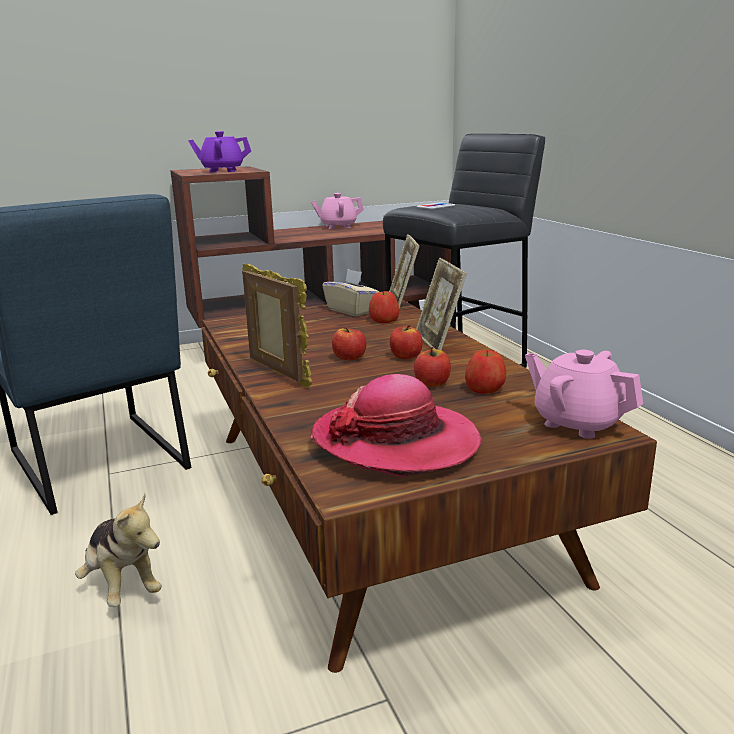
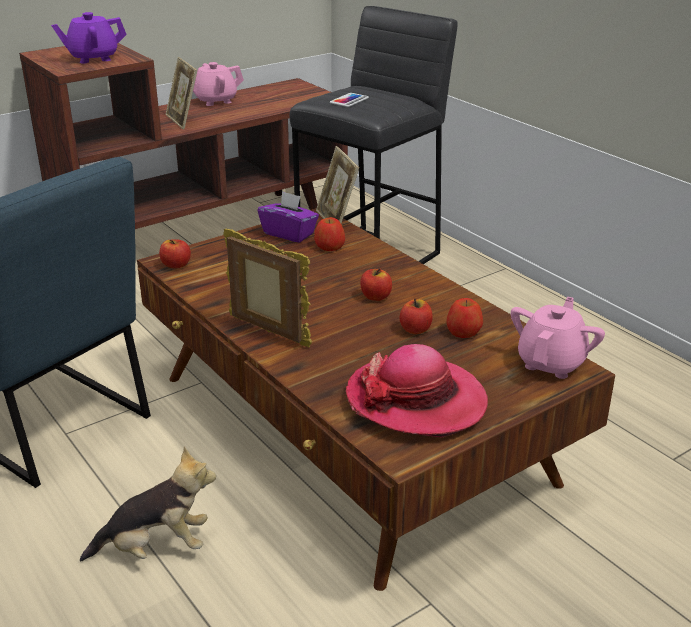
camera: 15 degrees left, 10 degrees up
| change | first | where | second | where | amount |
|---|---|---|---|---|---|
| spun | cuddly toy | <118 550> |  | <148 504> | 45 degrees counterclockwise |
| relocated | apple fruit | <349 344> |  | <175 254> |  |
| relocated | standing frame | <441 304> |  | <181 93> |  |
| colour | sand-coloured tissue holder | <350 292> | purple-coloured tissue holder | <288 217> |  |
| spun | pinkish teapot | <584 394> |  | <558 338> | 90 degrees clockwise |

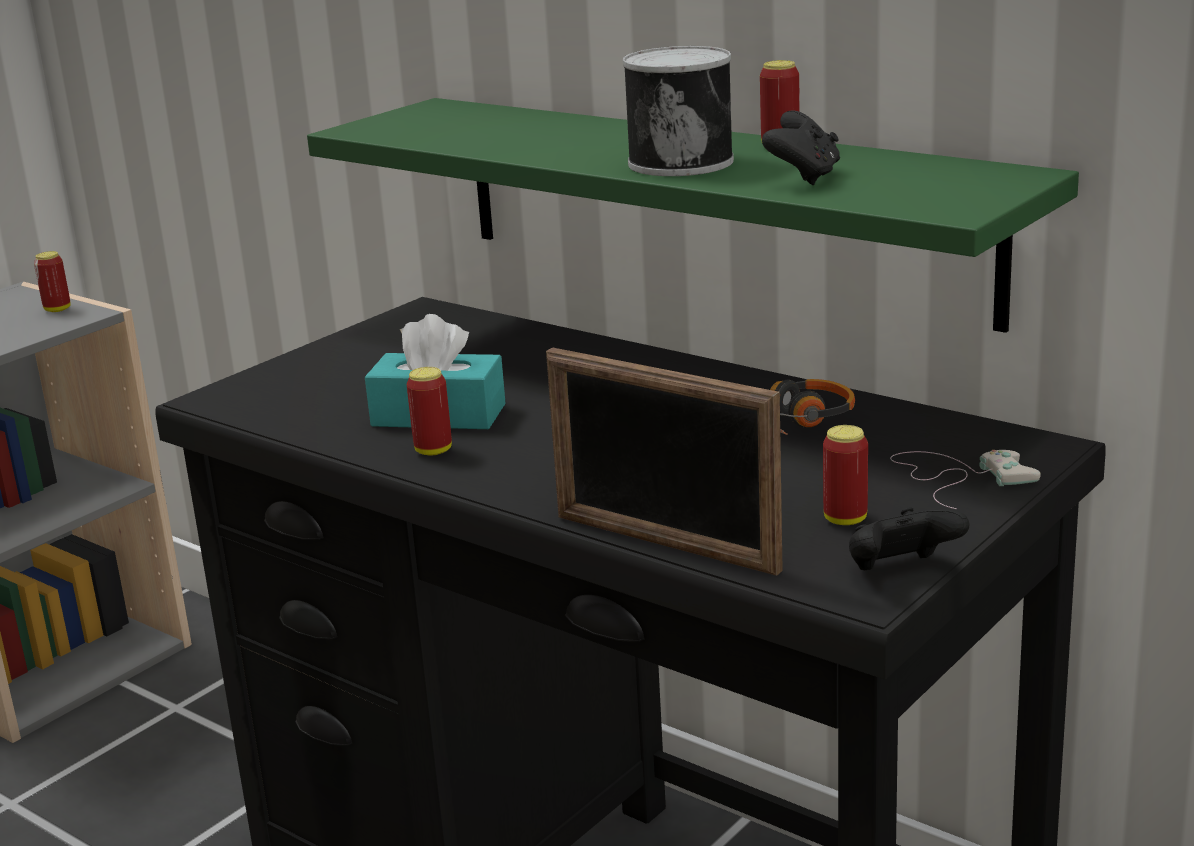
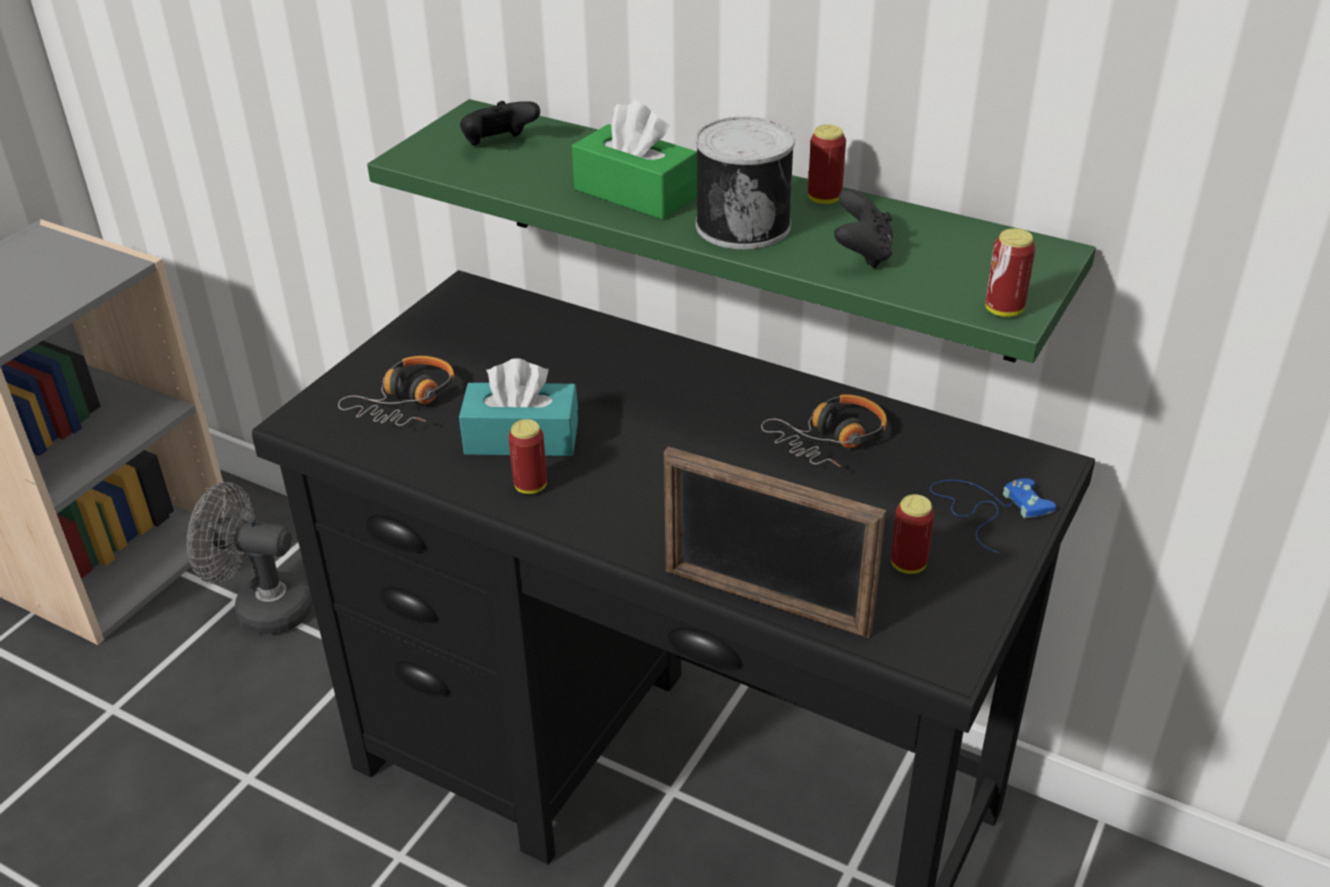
camera: 10 degrees left, 15 degrees up
| change | first | where | second | where | amount |
|---|---|---|---|---|---|
| appeared |  |  | grey cooling fan | <250 558> |  |
| appeared |  |  | headset | <396 391> |  |
| relocated | black gamepad | <909 538> |  | <500 123> |  |
| appeared |  |  | green-coloured tissue holder | <634 160> |  |
| colour | whitish gamepad | <965 479> | bluish gamepad | <993 515> |  |
| relocated | metal can | <52 281> |  | <1010 272> |  |

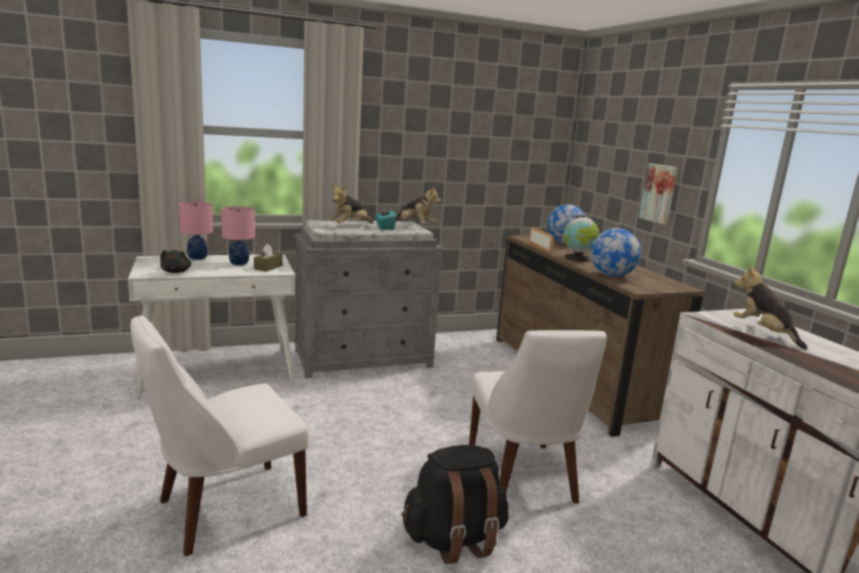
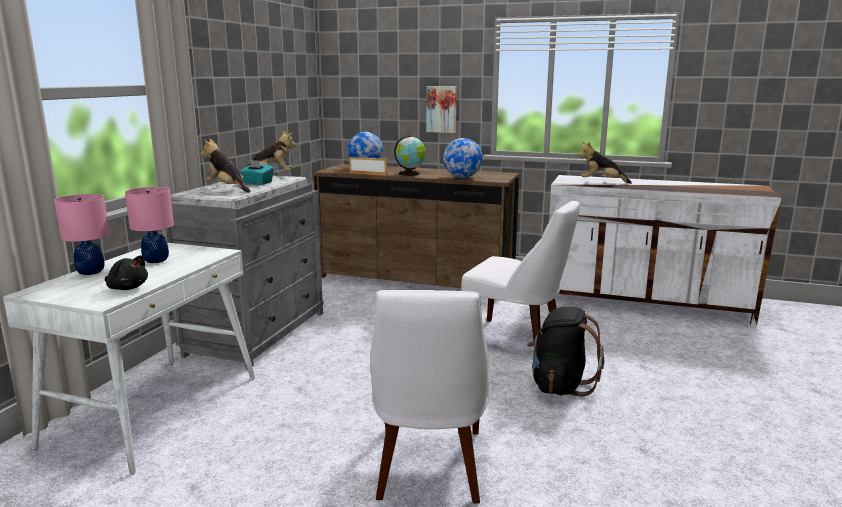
camera: 50 degrees left, 0 degrees up
| change | first | where | second | where | amount |
|---|---|---|---|---|---|
| spun | cuddly toy | <351 204> |  | <226 166> | 135 degrees clockwise |
| missing | brownish tissue holder | <268 258> |  |  |  |

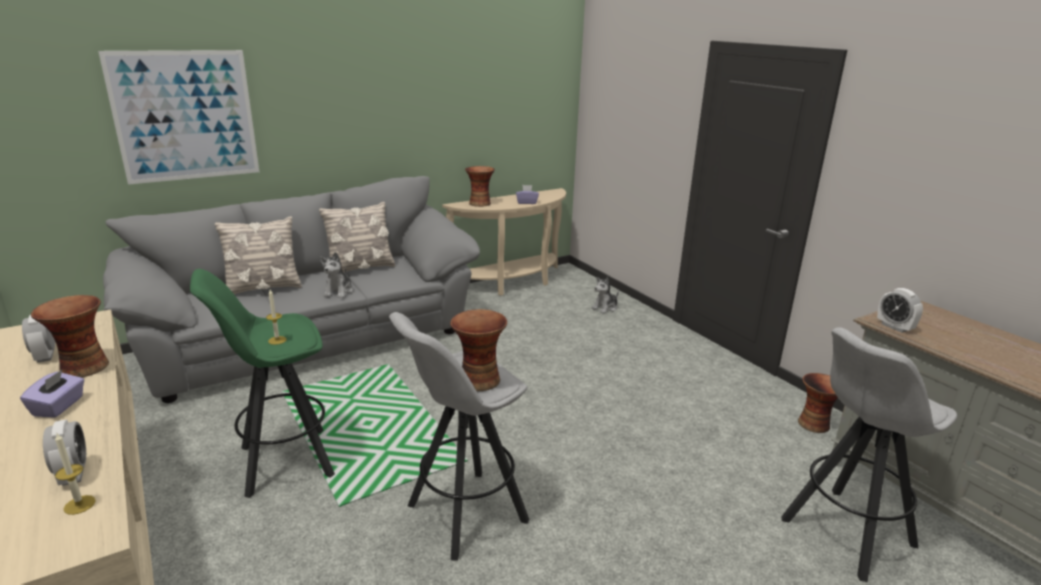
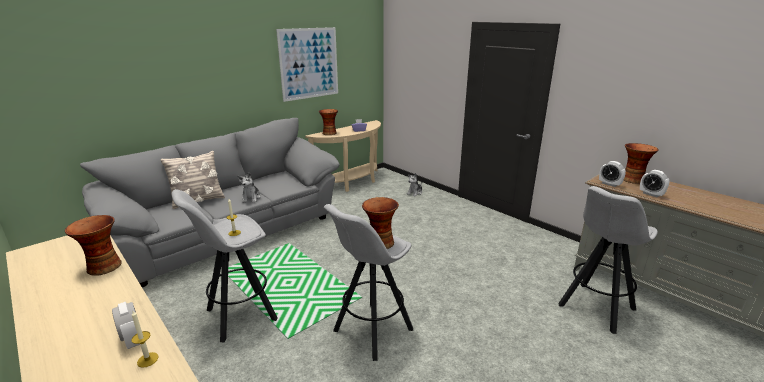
camera: 10 degrees left, 0 degrees up
| change | first | where | second | where | amount |
|---|---|---|---|---|---|
| colour | green-coloured sitting stool | <262 383> | grey sitting stool | <225 265> |  |
| relocated | picture | <178 117> |  | <307 64> |  |
| relocated | vase | <818 403> |  | <641 163> |  |
| relocated | alarm clock | <38 339> |  | <655 183> |  |
| missing | purple-coloured tissue holder | <52 394> |  |  |  |
| missing | sand-coloured cushion | <357 237> |  |  |  |

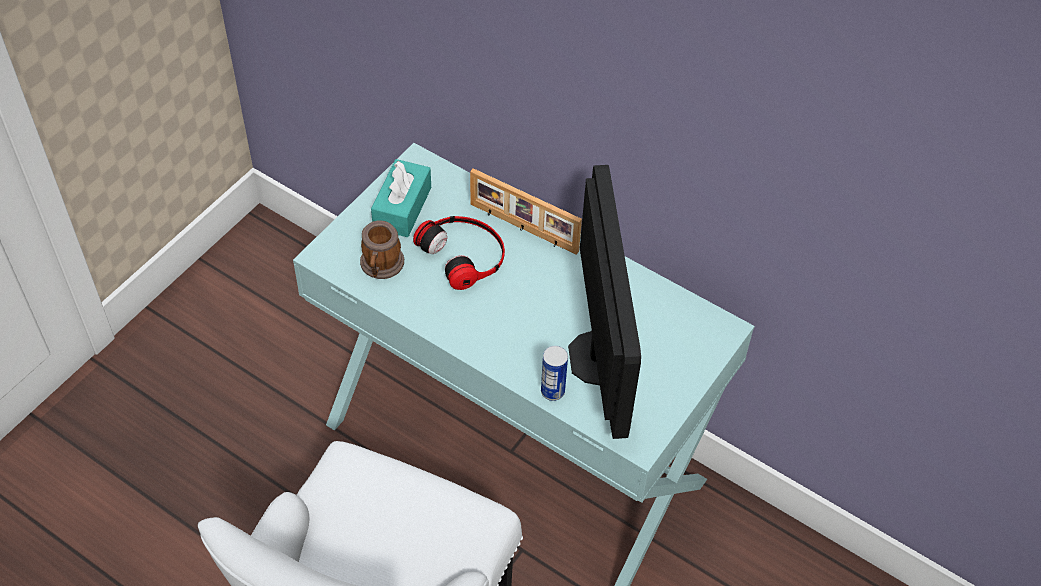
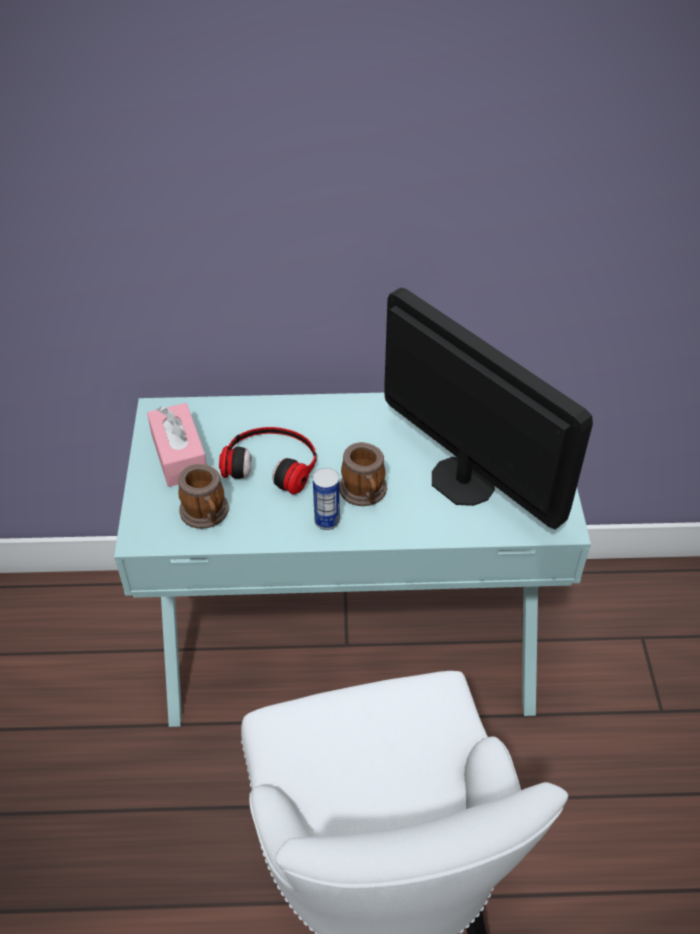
camera: 35 degrees left, 5 degrees down
| change | first | where | second | where | amount |
|---|---|---|---|---|---|
| colour | blue-green tissue holder | <401 198> | pinkish tissue holder | <177 445> |  |
| relocated | metal can | <554 373> |  | <326 499> |  |
| appeared |  |  | mug | <363 474> |  |
| missing | standing frame | <526 211> |  |  |  |

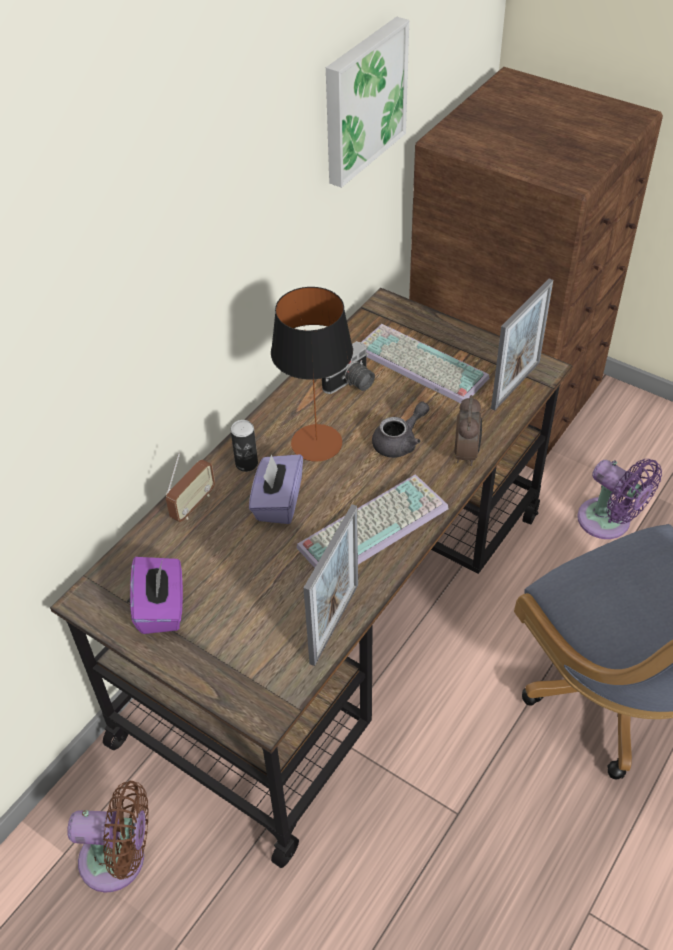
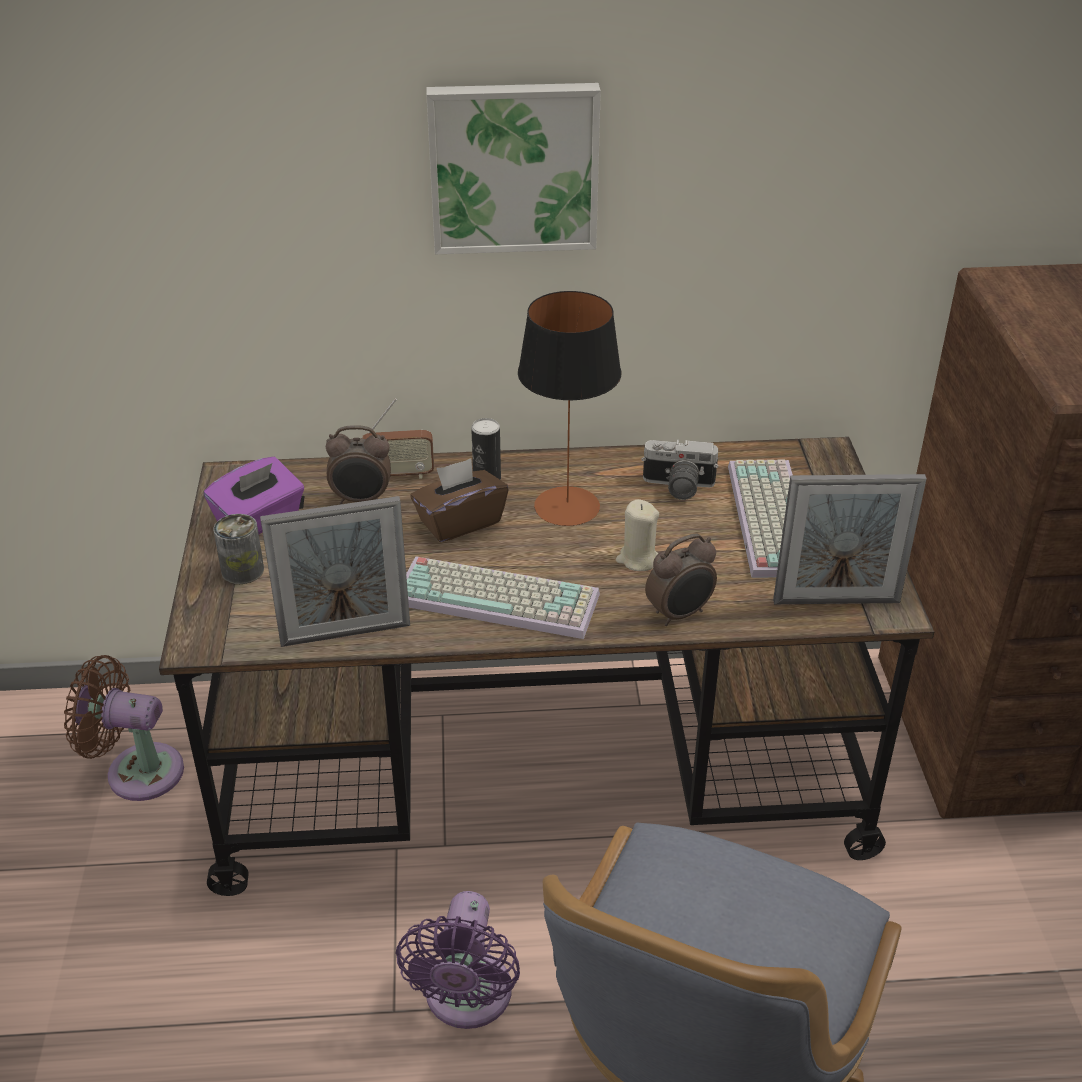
camera: 50 degrees right, 10 degrees down
| change | first | where | second | where | amount |
|---|---|---|---|---|---|
| spun | brownish cooling fan | <108 837> |  | <124 728> | 135 degrees clockwise |
| appeared |  |  | metal can | <238 549> |  |
| appeared |  |  | alarm clock | <358 464> |  |
| relocated | purple-coloured cooling fan | <619 499> |  | <457 960> |  |
| colour | purple-coloured tissue holder | <276 489> | brownish tissue holder | <459 500> |  |
| relocated | picture | <367 102> |  | <513 168> |  |
| exchanged | grey teapot | <400 430> | sand-coloured wax light | <637 535> |  |

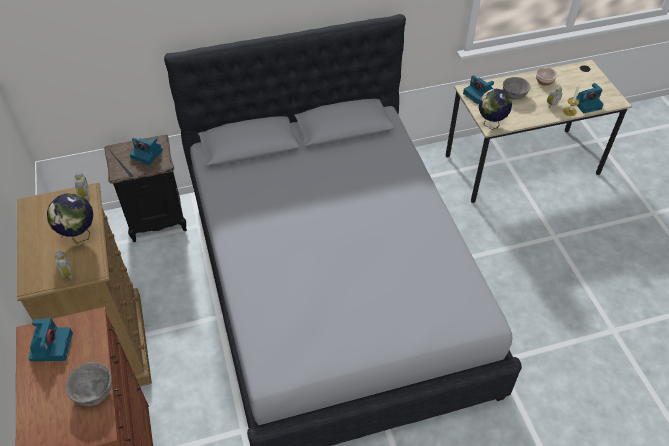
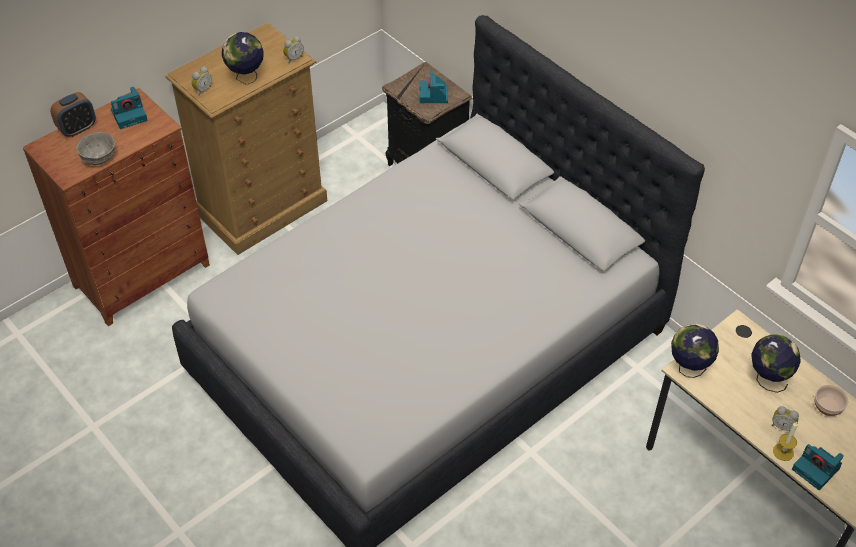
camera: 65 degrees right, 0 degrees up
| change | first | where | second | where | amount |
|---|---|---|---|---|---|
| appeared |  |  | alarm clock | <73 114> |  |
| exchanged | grey bowl | <516 88> | world globe | <776 363> |  |
| missing | still camera | <478 89> |  |  |  |

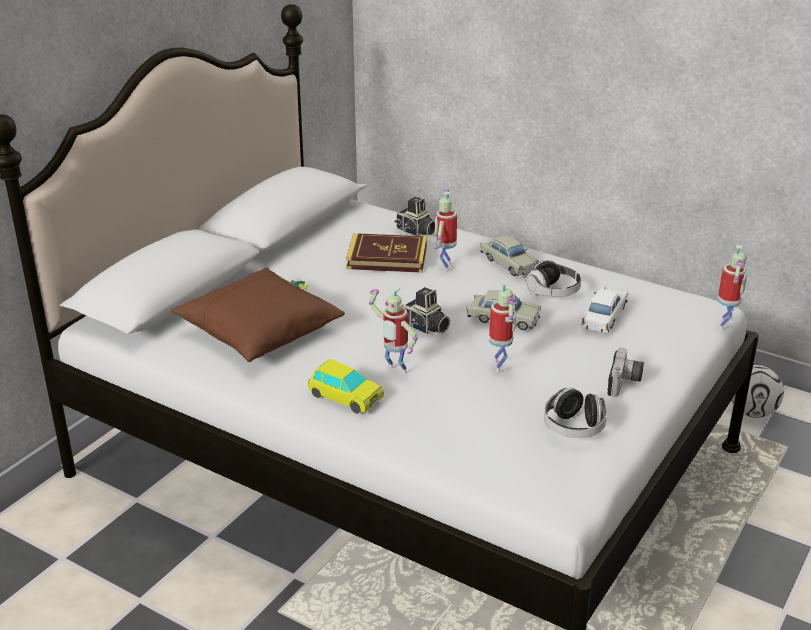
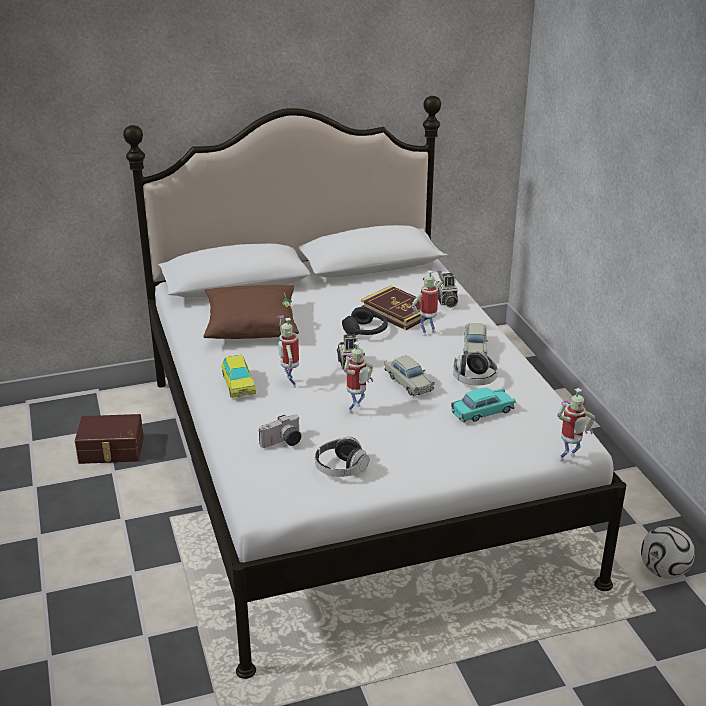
camera: 40 degrees right, 0 degrees up
| change | first | where | second | where | amount |
|---|---|---|---|---|---|
| appeared |  |  | brownish storage bin | <109 439> |  |
| relocated | still camera | <625 372> |  | <280 431> |  |
| appeared |  |  | black headset | <365 321> |  |
| colour | whitish model car | <604 309> | blue-green model car | <483 405> |  |

